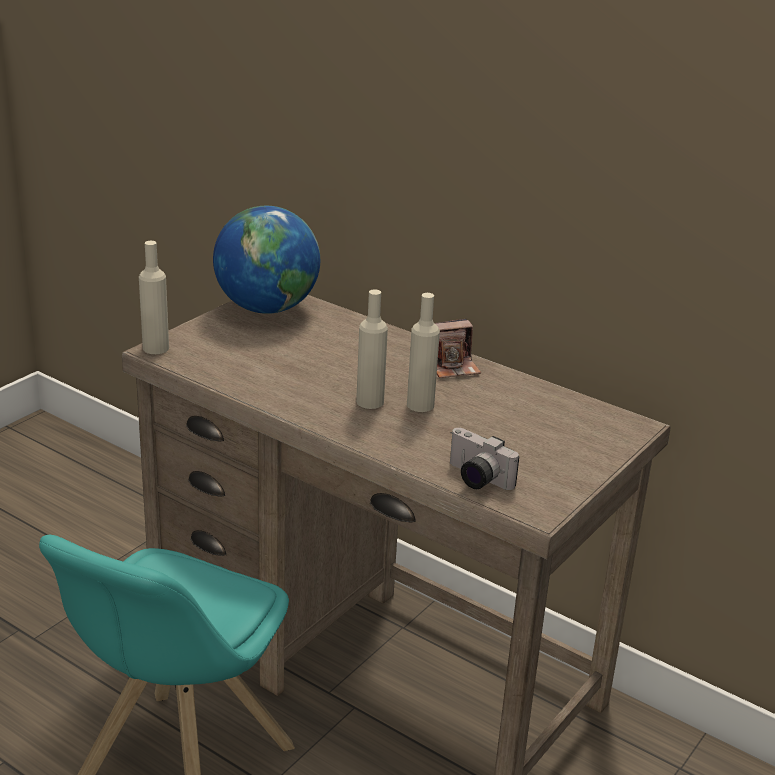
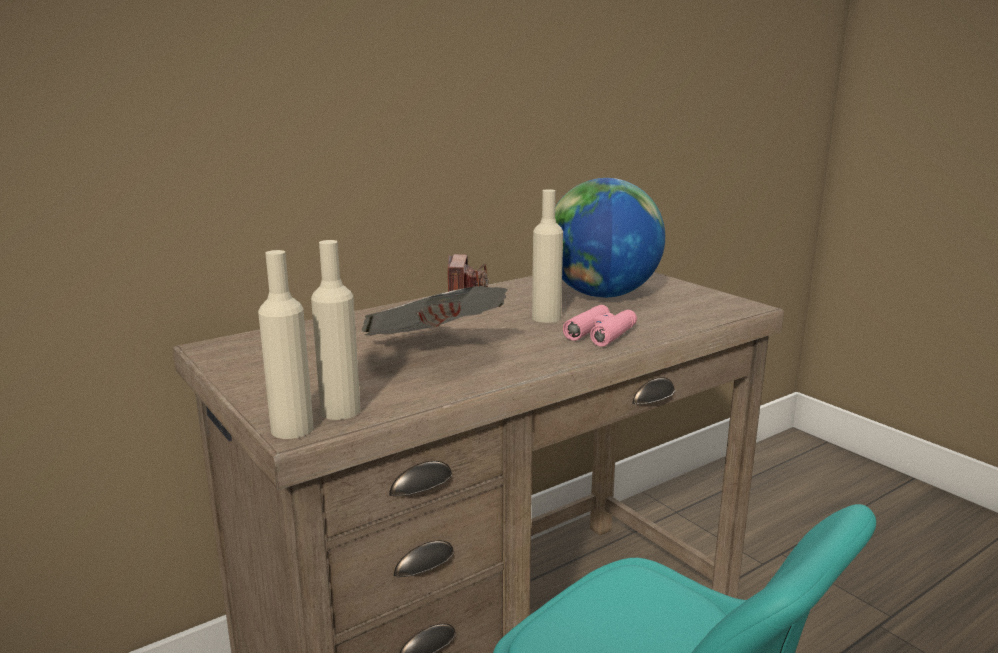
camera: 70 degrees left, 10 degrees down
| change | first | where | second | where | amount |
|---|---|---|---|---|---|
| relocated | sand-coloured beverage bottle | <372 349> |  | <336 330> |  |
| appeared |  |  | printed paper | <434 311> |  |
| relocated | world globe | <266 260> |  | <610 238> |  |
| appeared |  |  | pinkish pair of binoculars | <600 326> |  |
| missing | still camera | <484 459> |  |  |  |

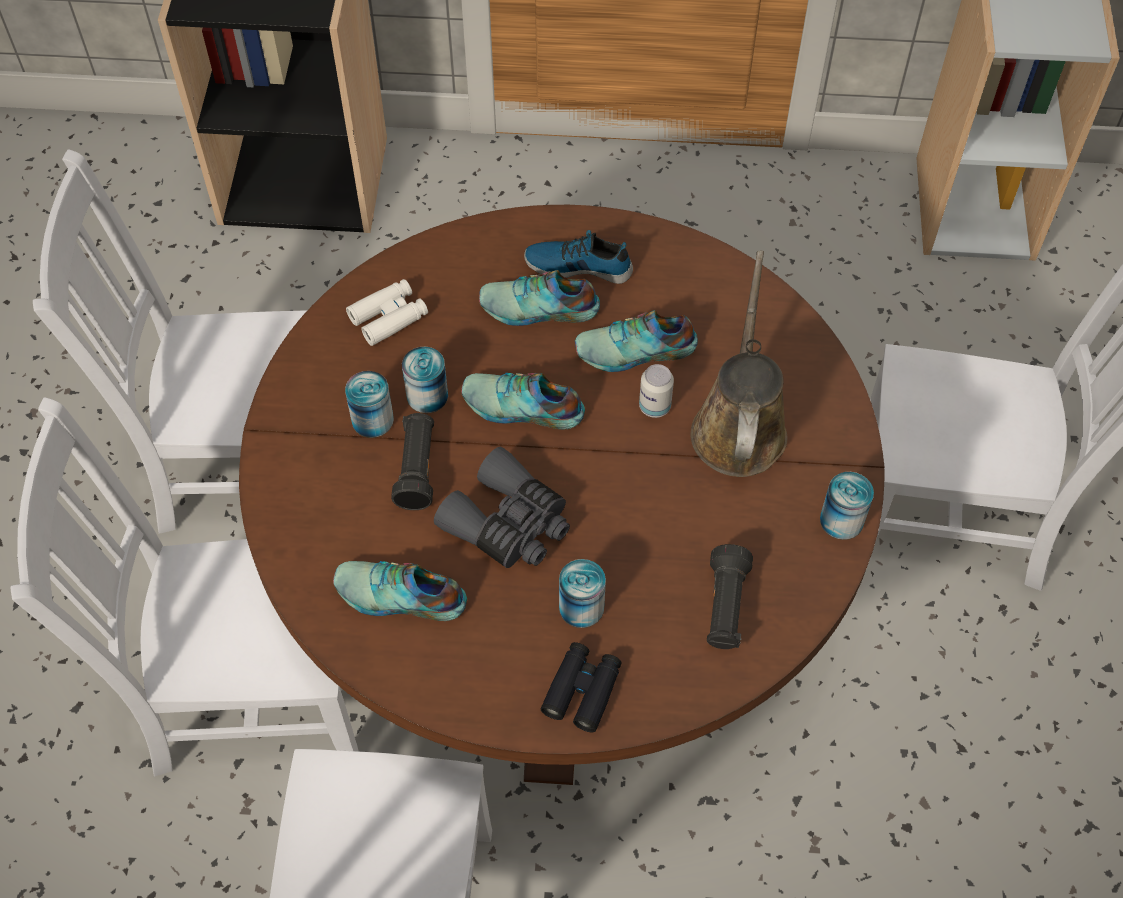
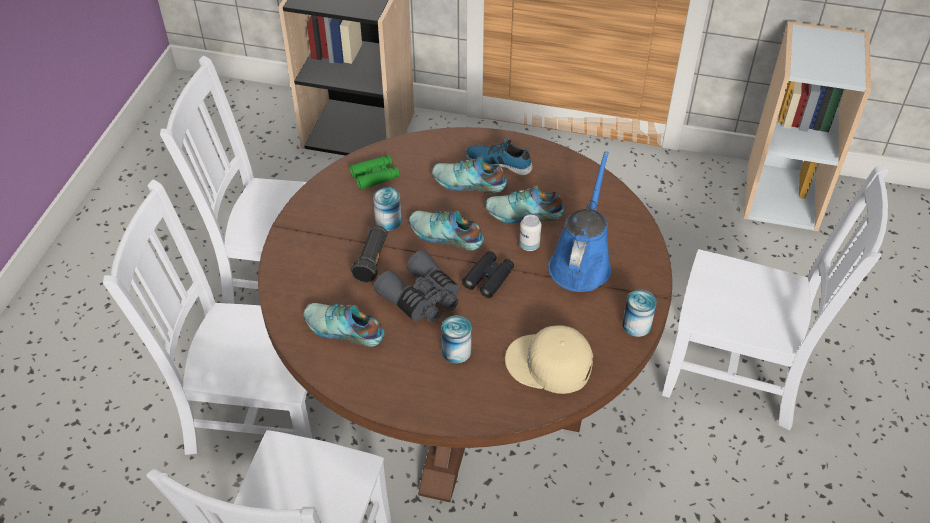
camera: 10 degrees right, 10 degrees down
| change | first | where | second | where | amount |
|---|---|---|---|---|---|
| colour | whitish pair of binoculars | <387 312> | green-coloured pair of binoculars | <374 172> |  |
| relocated | black pair of binoculars | <581 687> |  | <488 274> |  |
| exchanged | black flashlight | <730 596> | sand-coloured cap | <549 359> |  |
| colour | brownish sprinkling can | <739 364> | bluish sprinkling can | <579 222> |  |
| missing | metal can | <369 404> |  |  |  |

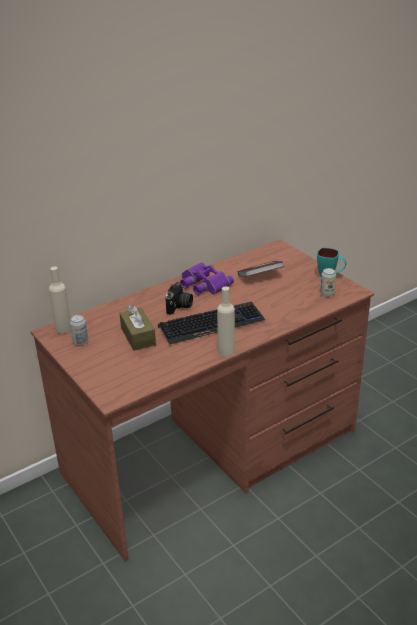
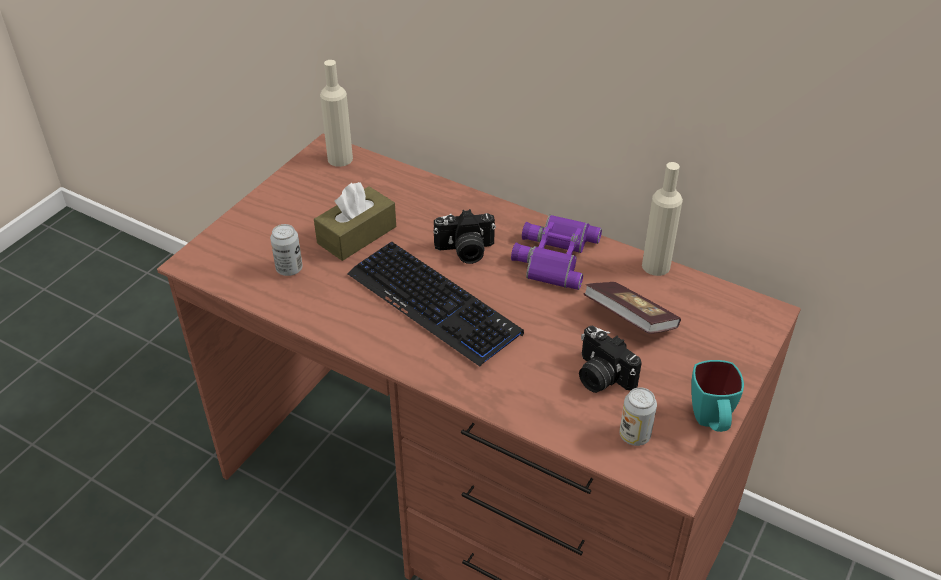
camera: 65 degrees right, 10 degrees up
| change | first | where | second | where | amount |
|---|---|---|---|---|---|
| relocated | metal can | <79 330> |  | <286 250> |  |
| appeared |  |  | still camera | <610 359> |  |
| relocated | sand-coloured beverage bottle | <226 321> |  | <662 219> |  |

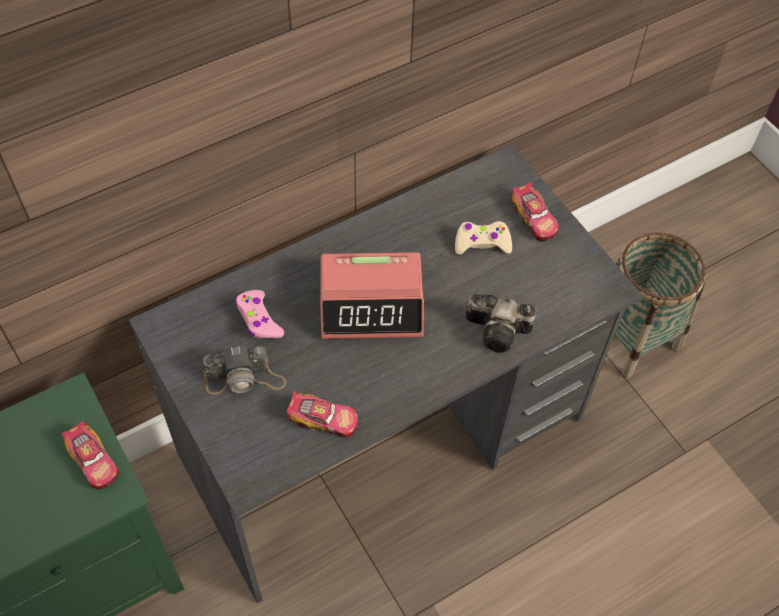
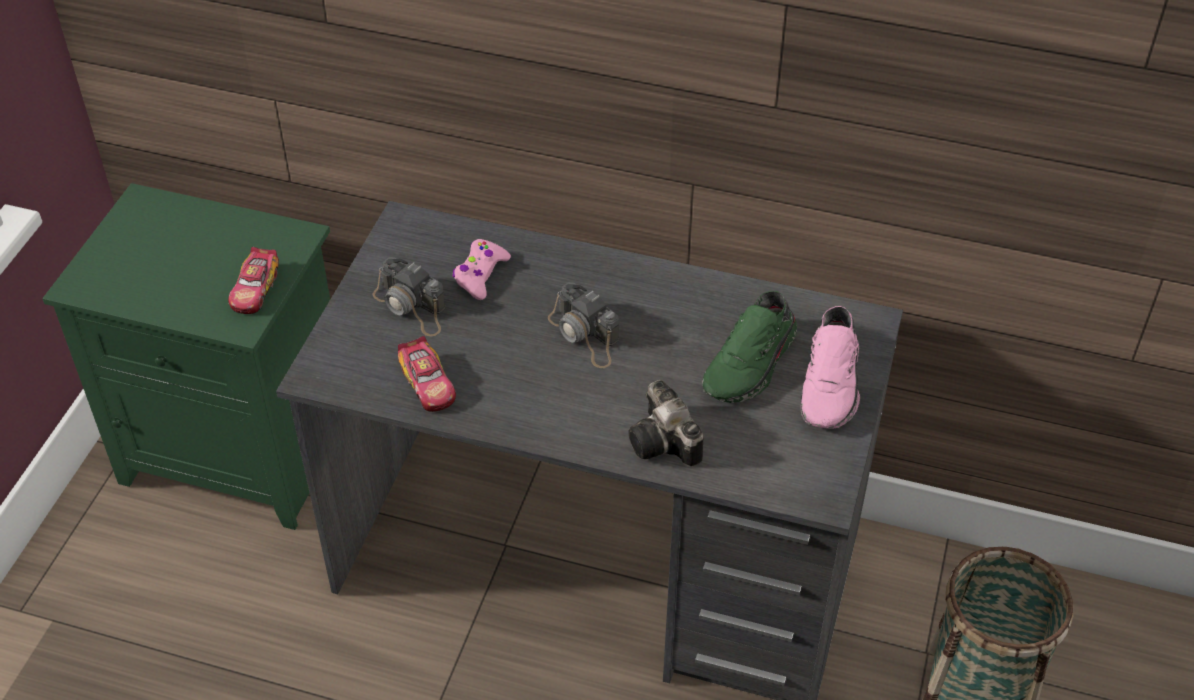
camera: 50 degrees right, 10 degrees down
| change | first | where | second | where | amount |
|---|---|---|---|---|---|
| exchanged | alarm clock | <372 295> | still camera | <583 325> |  |
| exchanged | sand-coloured gamepad | <483 238> | green-coloured low shoe | <749 347> |  |
| exchanged | model car | <535 211> | pinkish low shoe | <830 367> |  |

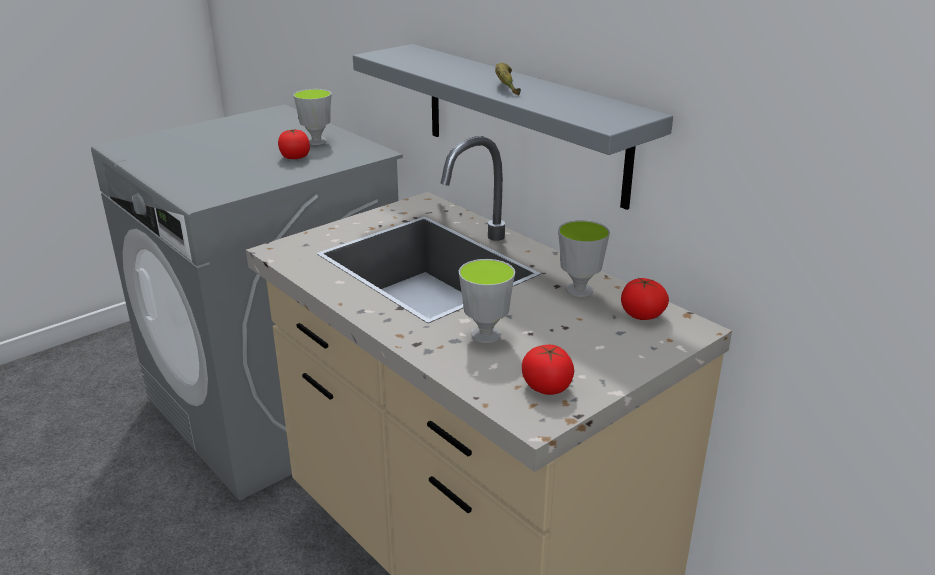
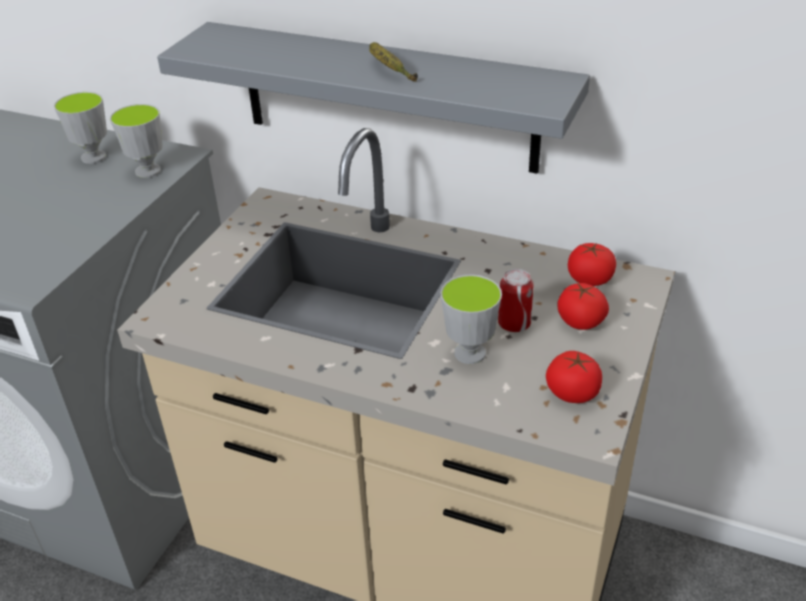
camera: 25 degrees left, 10 degrees up
| change | first | where | second | where | amount |
|---|---|---|---|---|---|
| relocated | drinking cup | <584 258> |  | <136 141> |  |
| appeared |  |  | metal can | <516 300> |  |
| relocated | tomato | <294 144> |  | <583 306> |  |

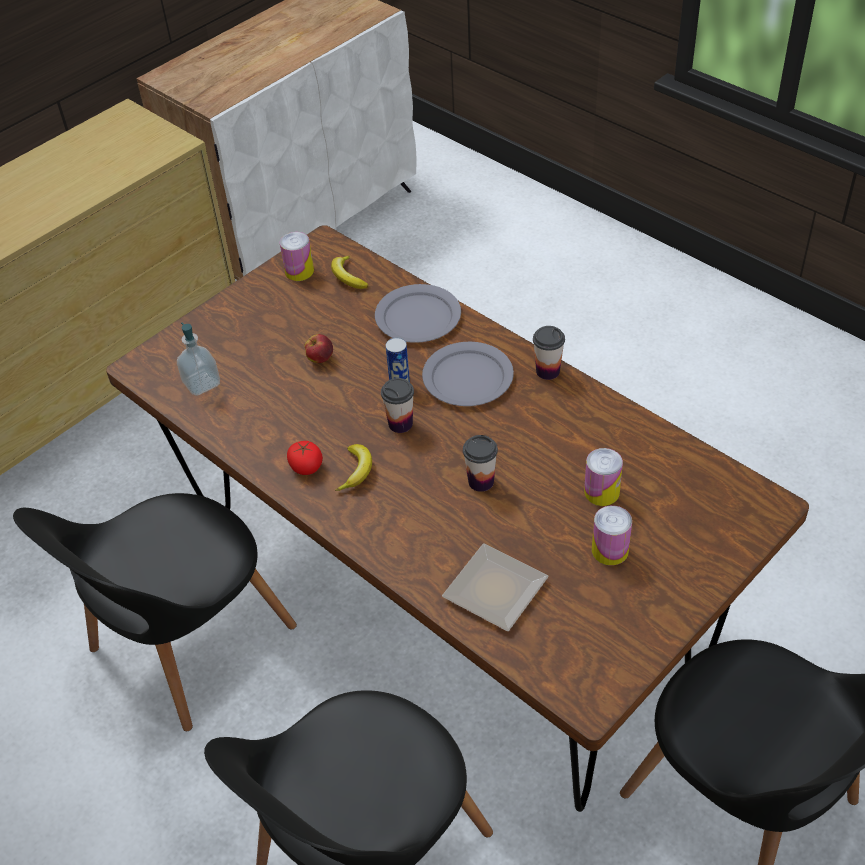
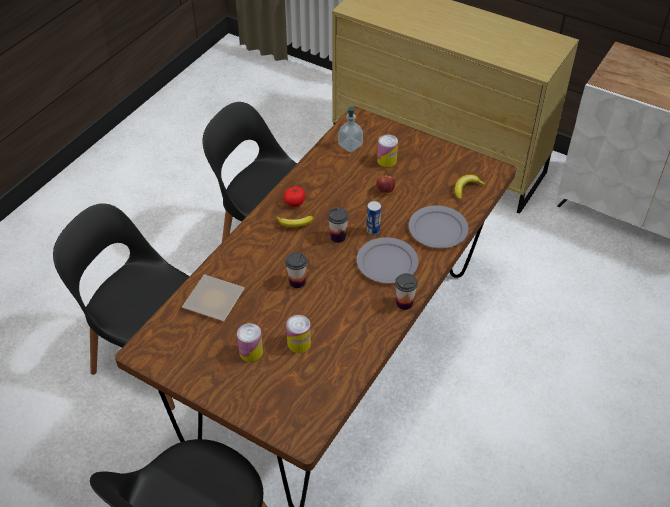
camera: 75 degrees right, 0 degrees up
| change | first | where | second | where | amount |
|---|---|---|---|---|---|
| relocated | metal can | <297 256> |  | <387 151> |  |

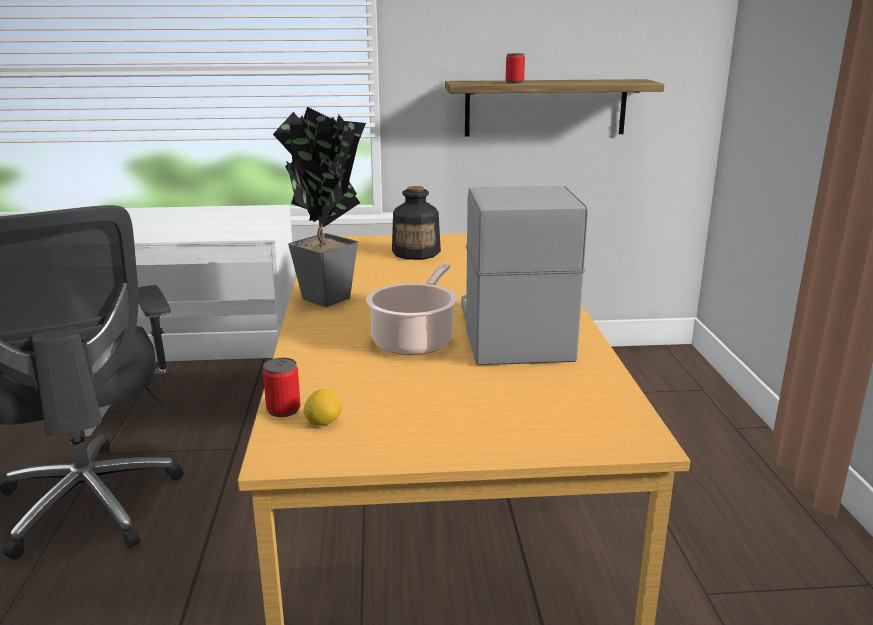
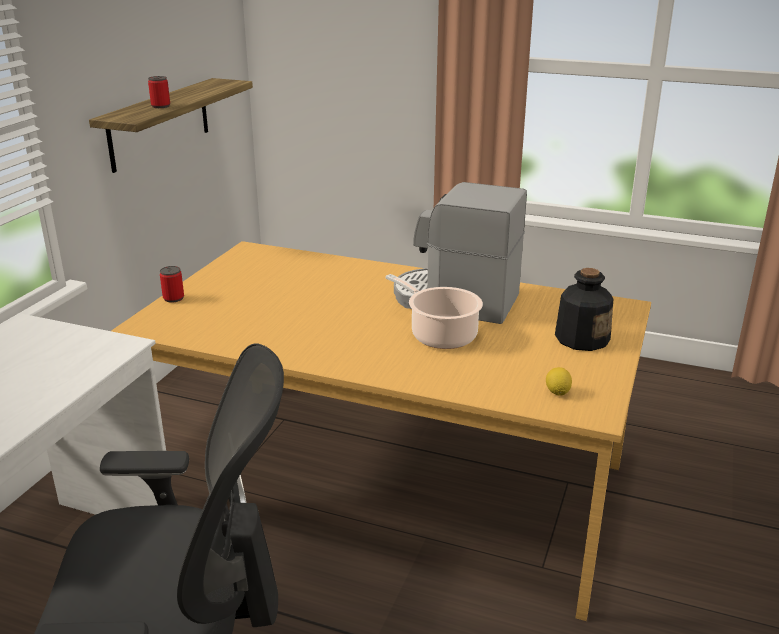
camera: 65 degrees left, 5 degrees up
| change | first | where | second | where | amount |
|---|---|---|---|---|---|
| relocated | metal can | <281 387> |  | <172 284> |  |
| relocated | beverage bottle | <416 223> |  | <584 309> |  |
| missing | plant in a pot | <319 207> |  |  |  |

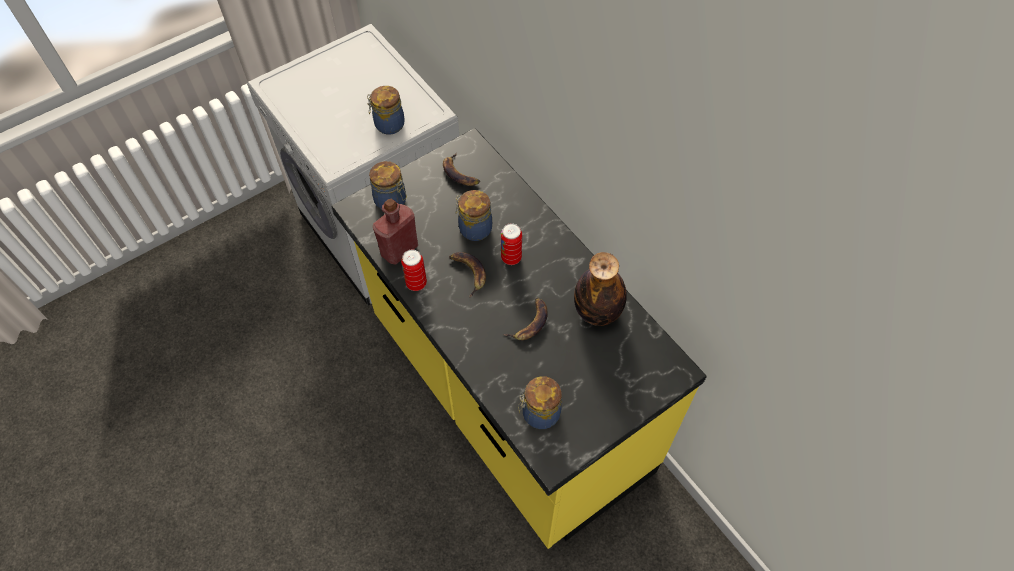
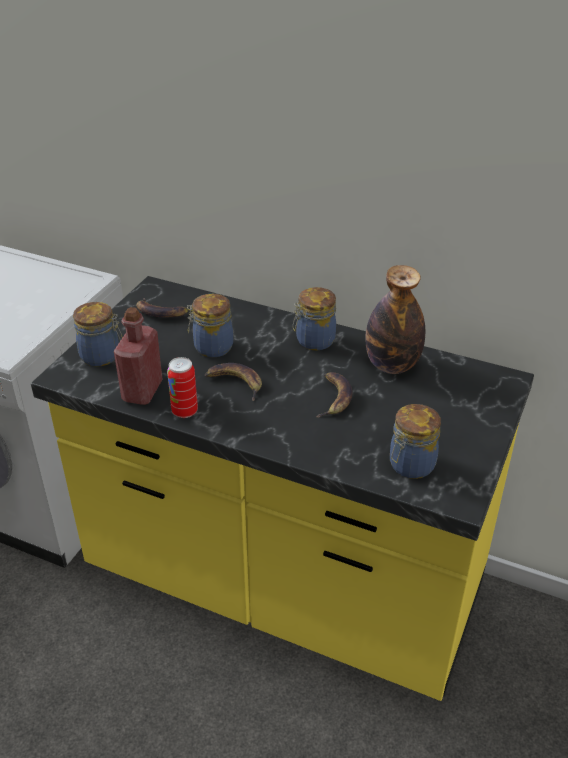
camera: 30 degrees left, 20 degrees down
| change | first | where | second | where | amount |
|---|---|---|---|---|---|
| relocated | jar | <386 110> |  | <314 318> |  |
| missing | metal can | <511 244> |  |  |  |

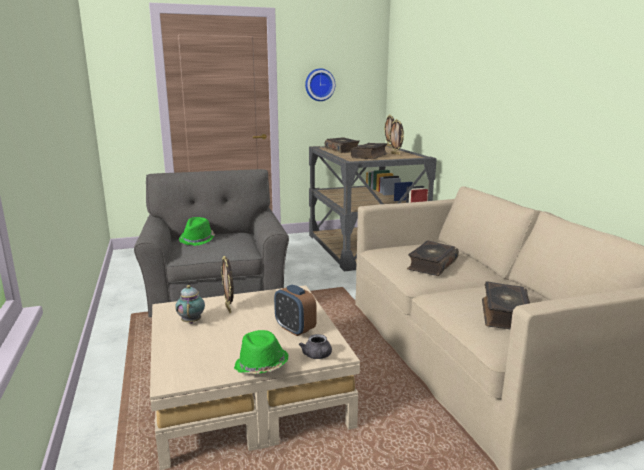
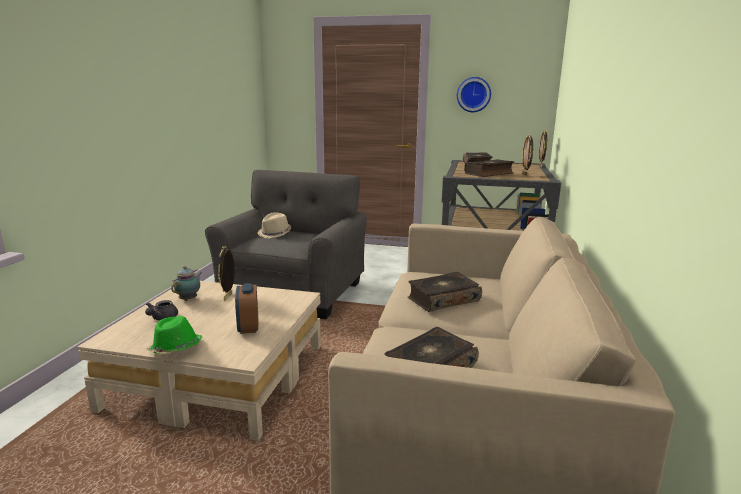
camera: 30 degrees right, 0 degrees up
| change | first | where | second | where | amount |
|---|---|---|---|---|---|
| relocated | grey teapot | <315 346> |  | <161 310> |  |
| colour | green-coloured clothing hat | <197 231> | sand-coloured clothing hat | <274 225> |  |

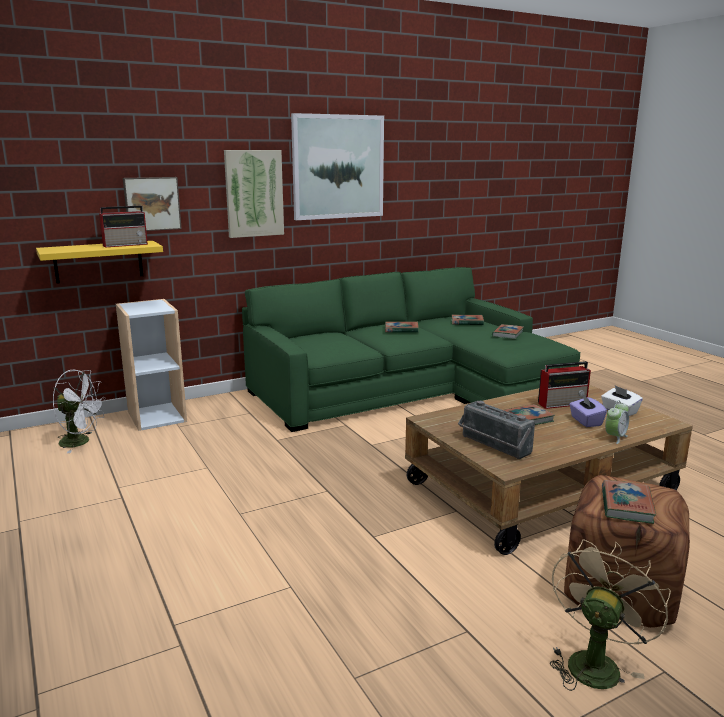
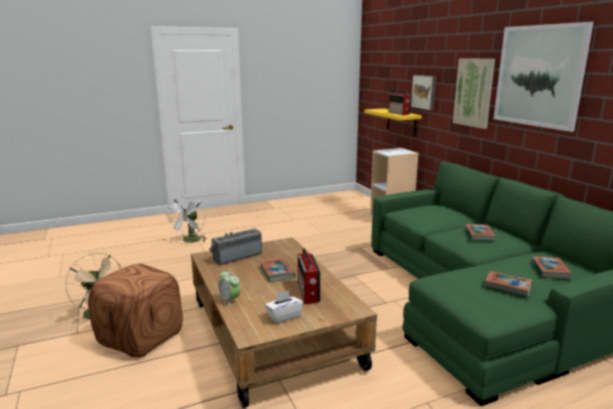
camera: 95 degrees right, 0 degrees up
| change | first | where | second | where | amount |
|---|---|---|---|---|---|
| relocated | whitish cooling fan | <79 411> |  | <187 219> |  |
| missing | purple-coloured tissue holder | <588 410> |  |  |  |
| missing | book | <629 502> |  |  |  |

